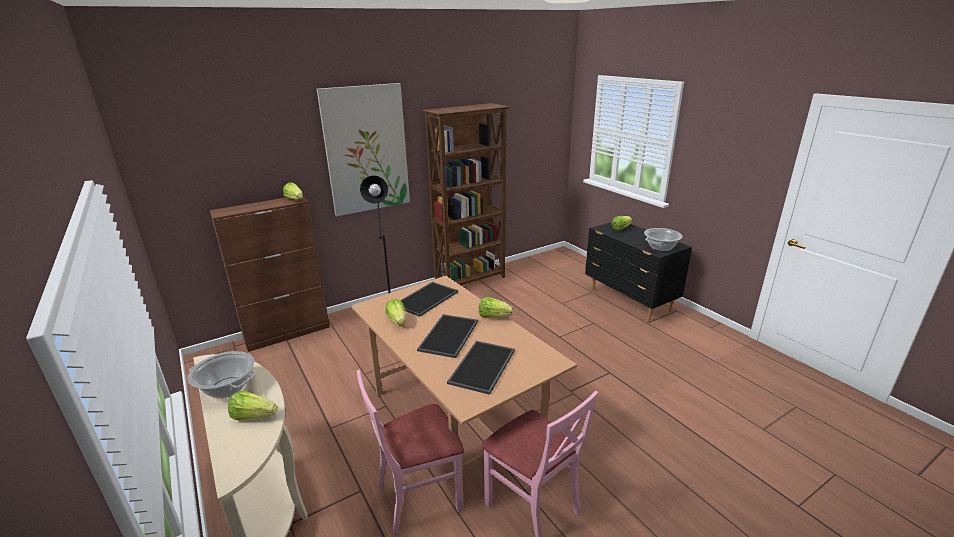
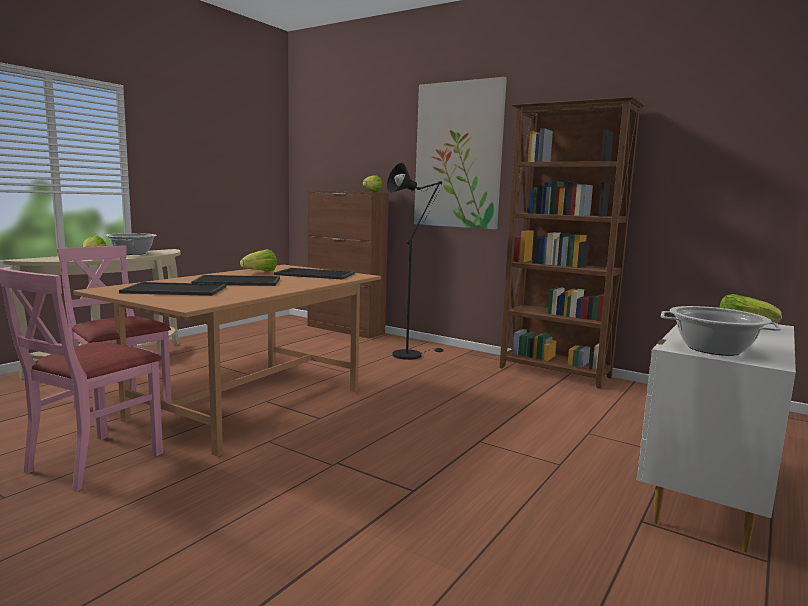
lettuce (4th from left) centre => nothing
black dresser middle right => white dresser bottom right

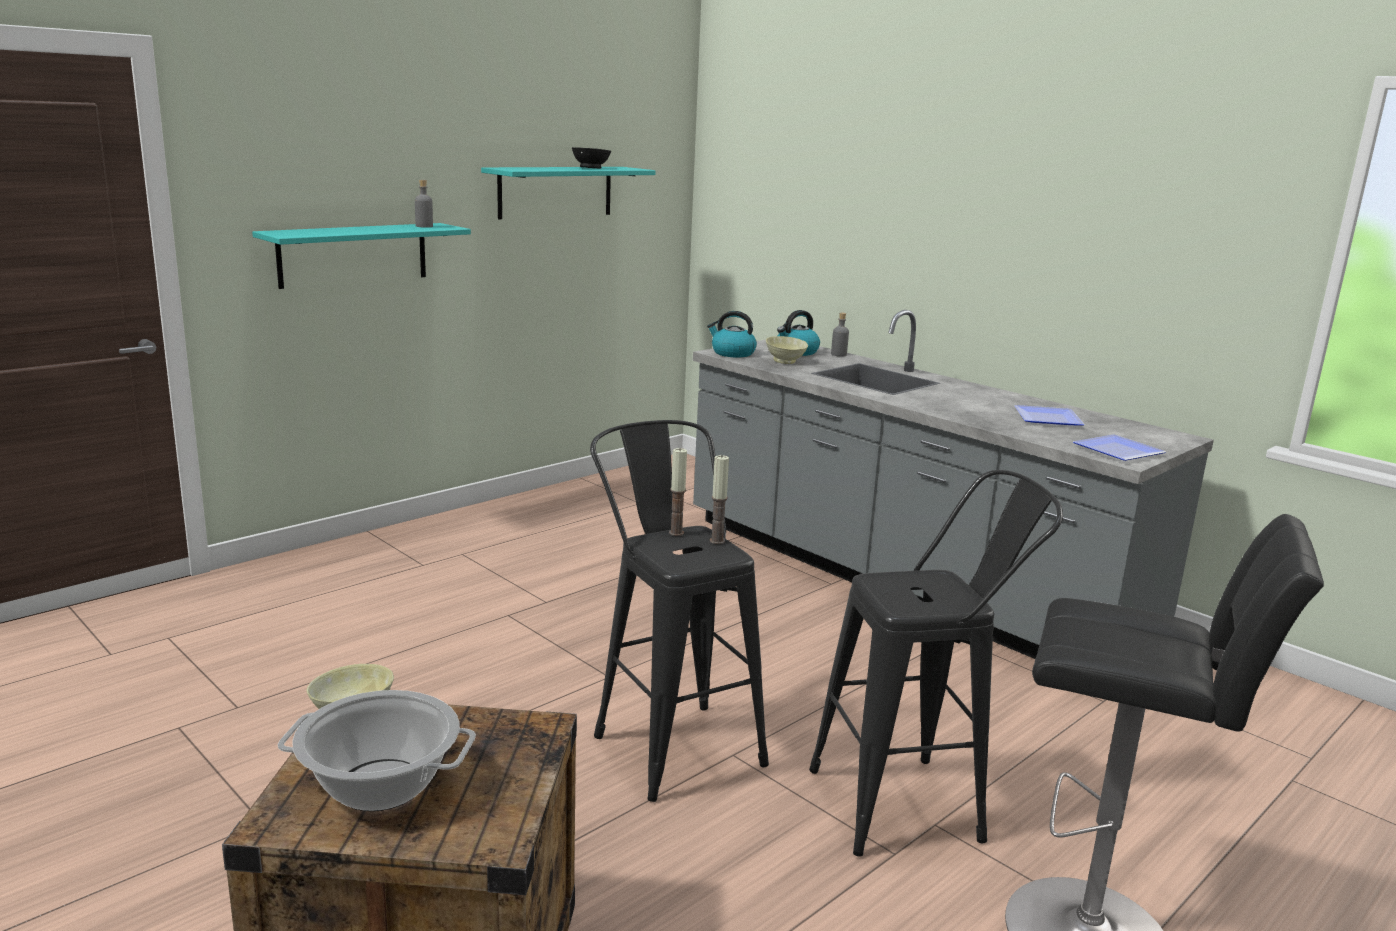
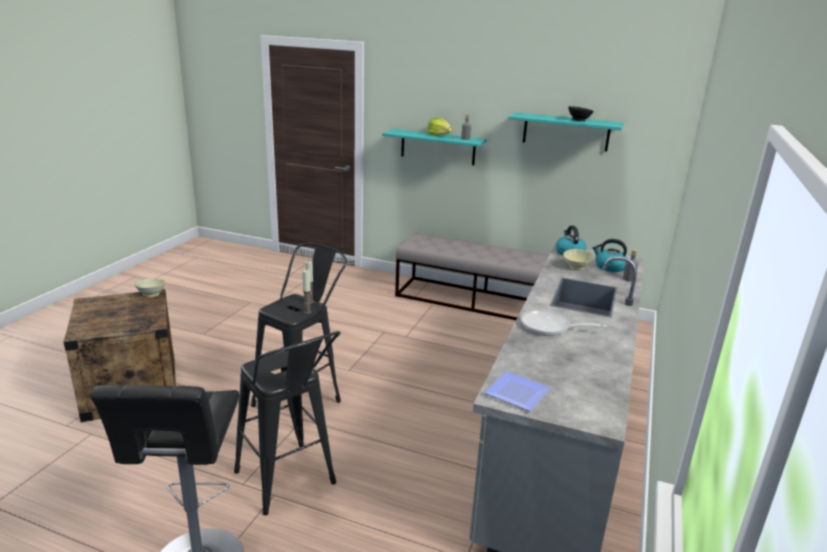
cooking pot bottom left => nothing
plate (1st from left) middle right => nothing
nothing => grey bench centre
nothing => lettuce top centre
nothing => frying pan middle right

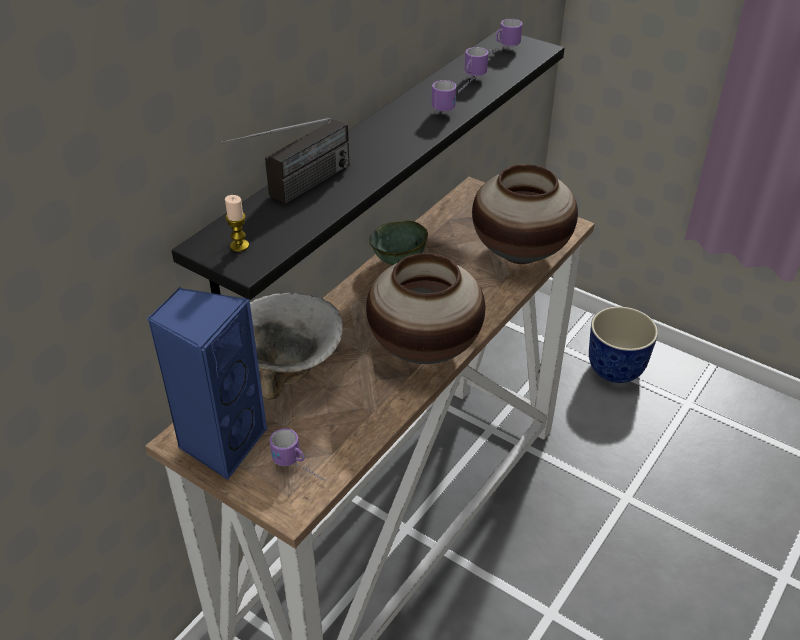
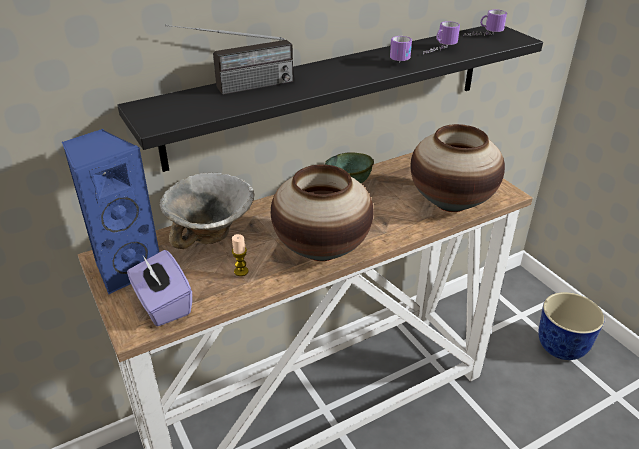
candle middle left => candle centre, move
mug (1st from left) bottom centre => purple tissue box middle left

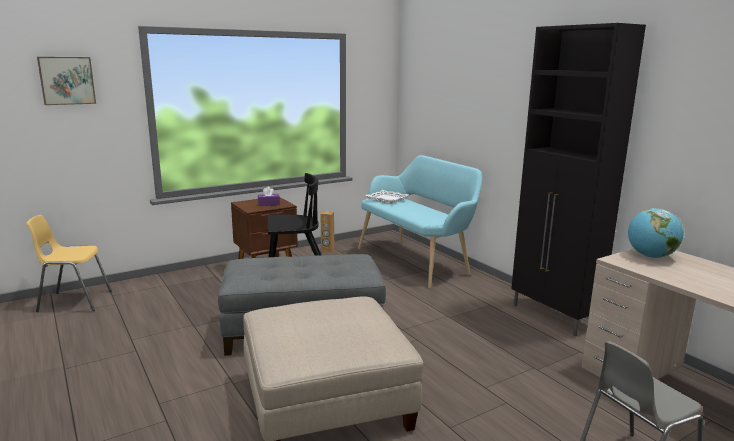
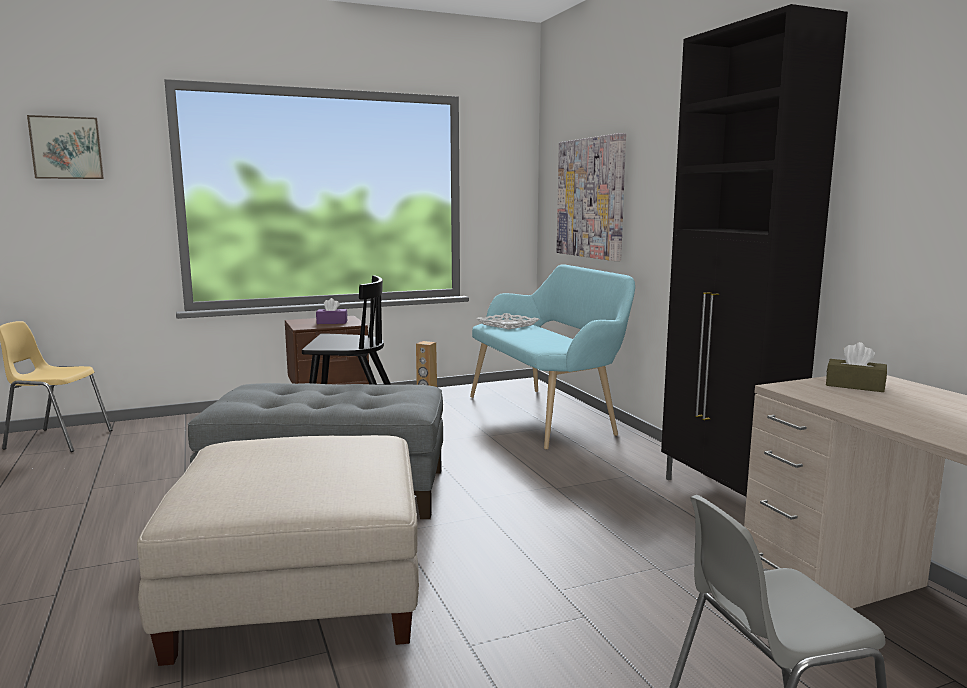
globe middle right => brown tissue box middle right
nothing => picture (2nd from left) top centre

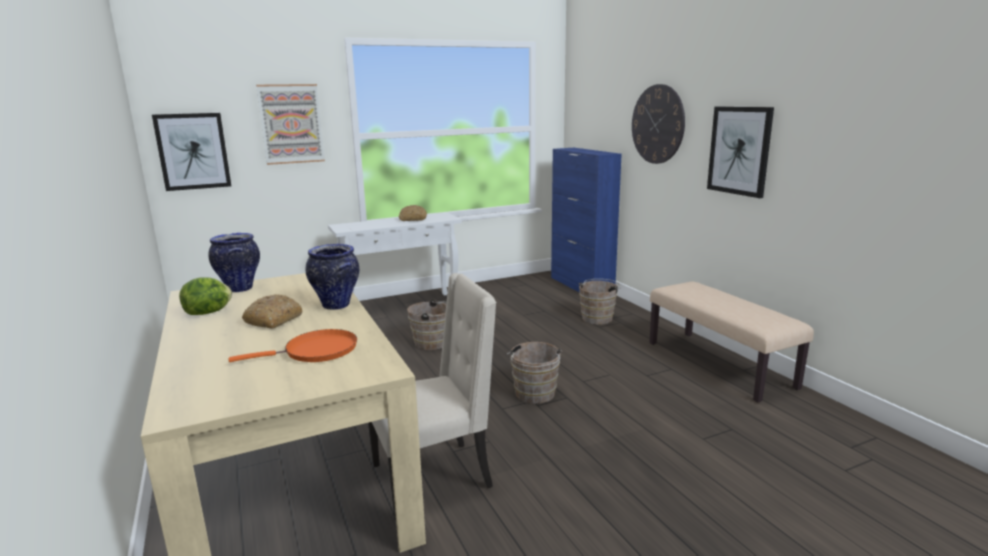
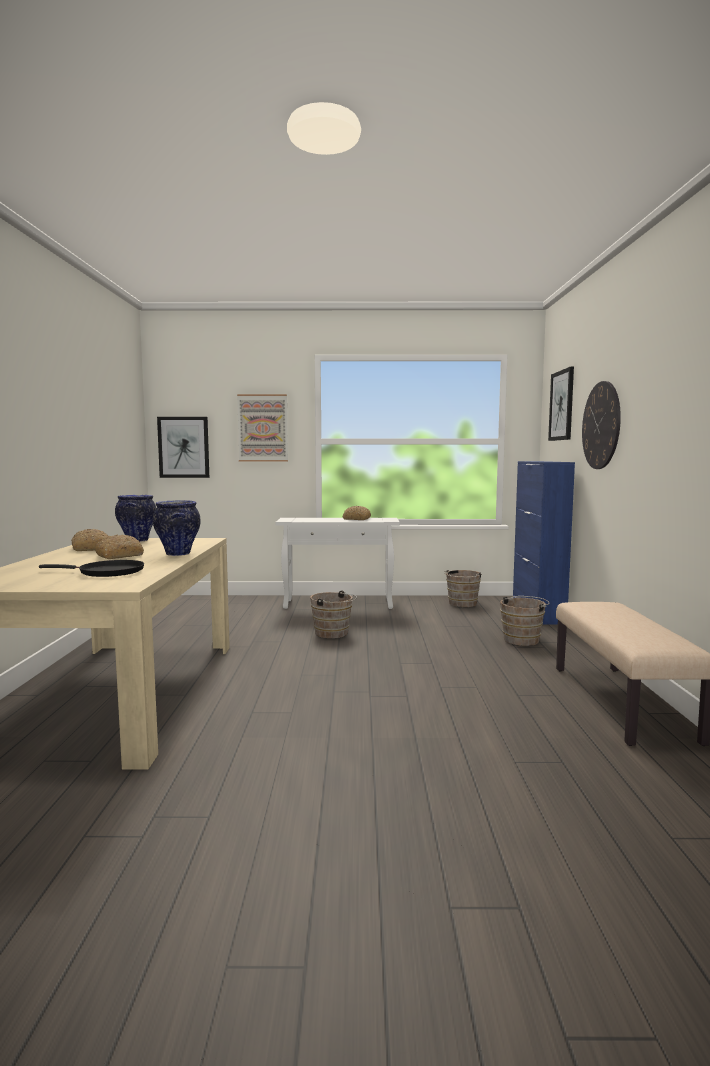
lettuce middle left => bread (1st from left) middle left
orange frying pan middle left => black frying pan middle left
beige chair bottom centre => nothing
brown bucket (2nd from left) bottom centre => brown bucket (2nd from left) centre, move
picture (3rd from left) top right => picture (3rd from left) middle right, move

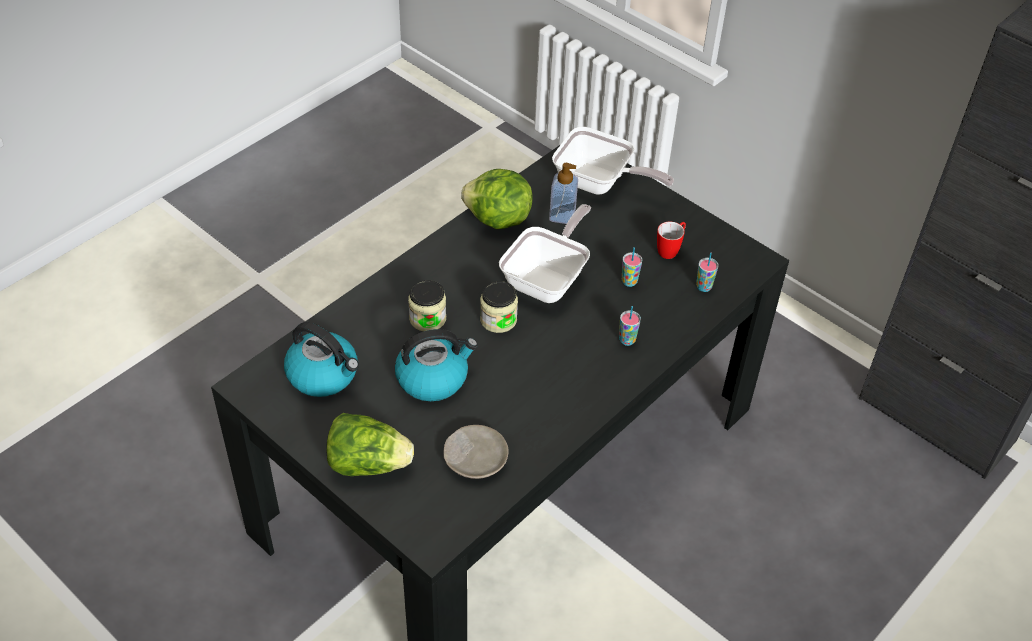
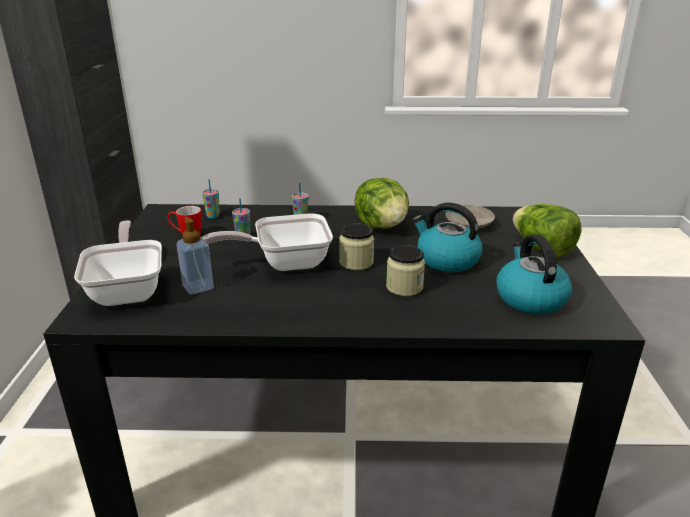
lettuce (2nd from left in the first image) top centre => lettuce (1st from left) centre, move

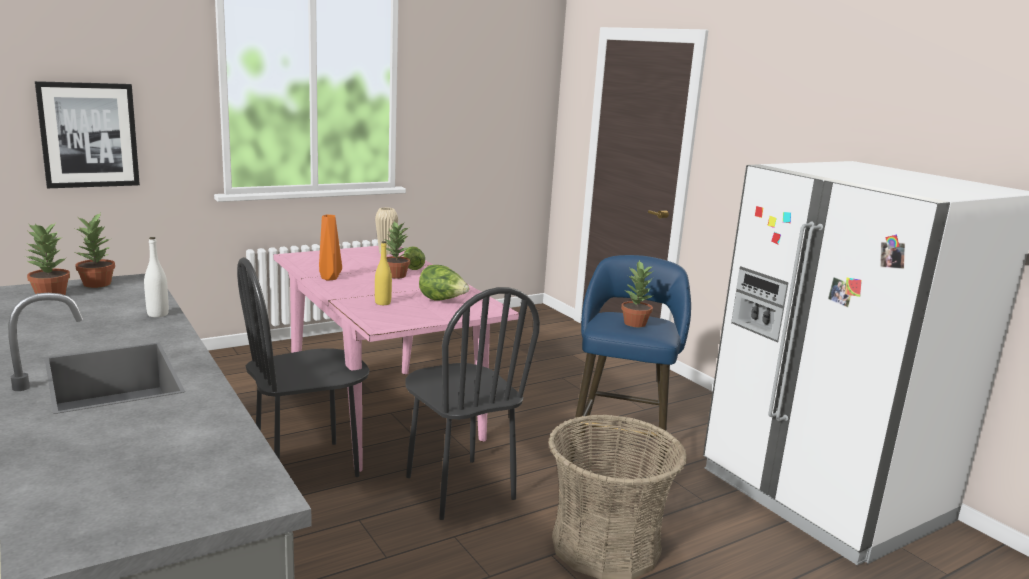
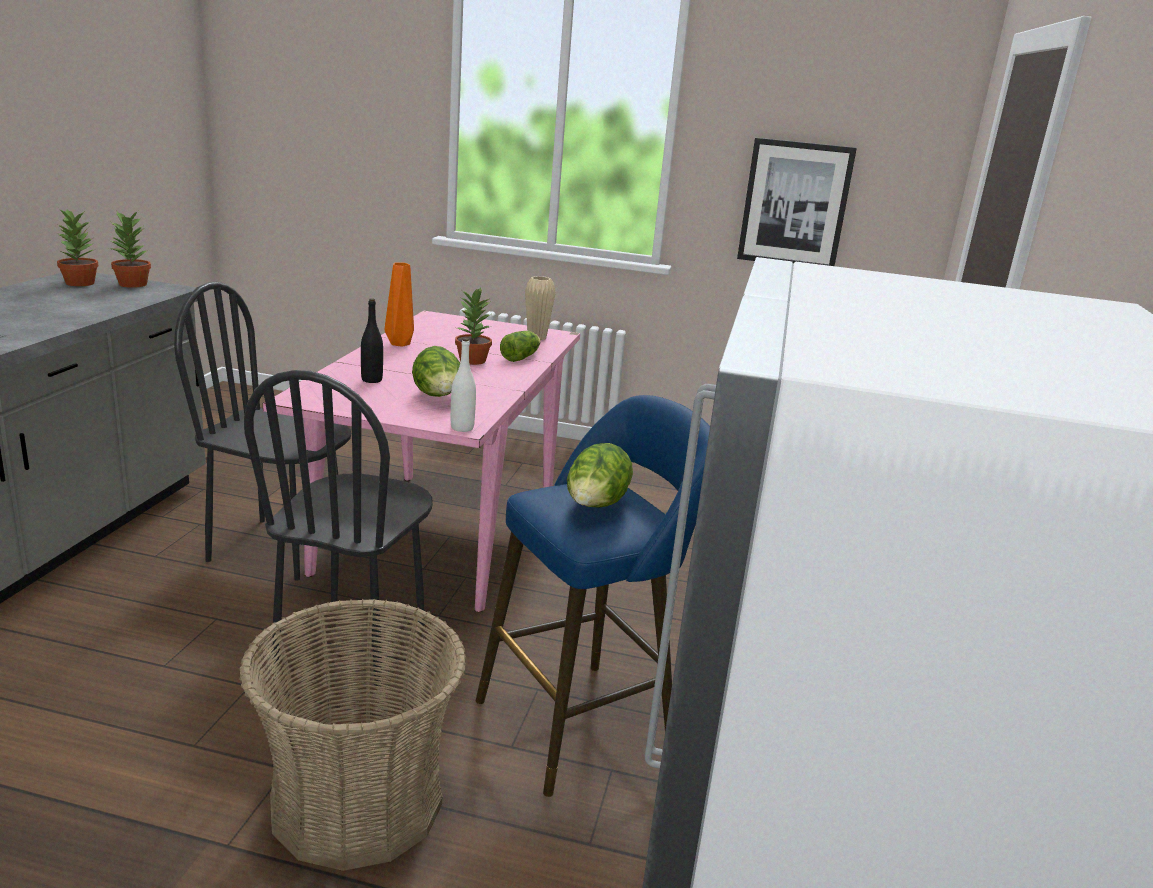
picture top left => picture top right, move
white bottle middle left => white bottle centre, move
yellow bottle centre => black bottle middle left
potted plant (4th from left) centre => lettuce (3rd from left) centre

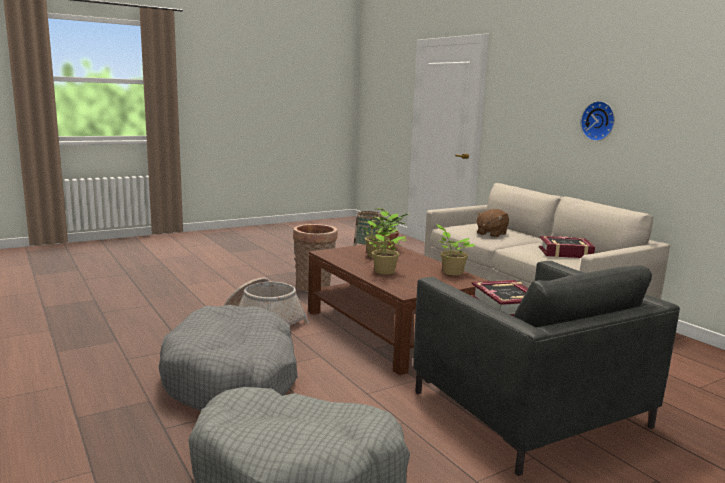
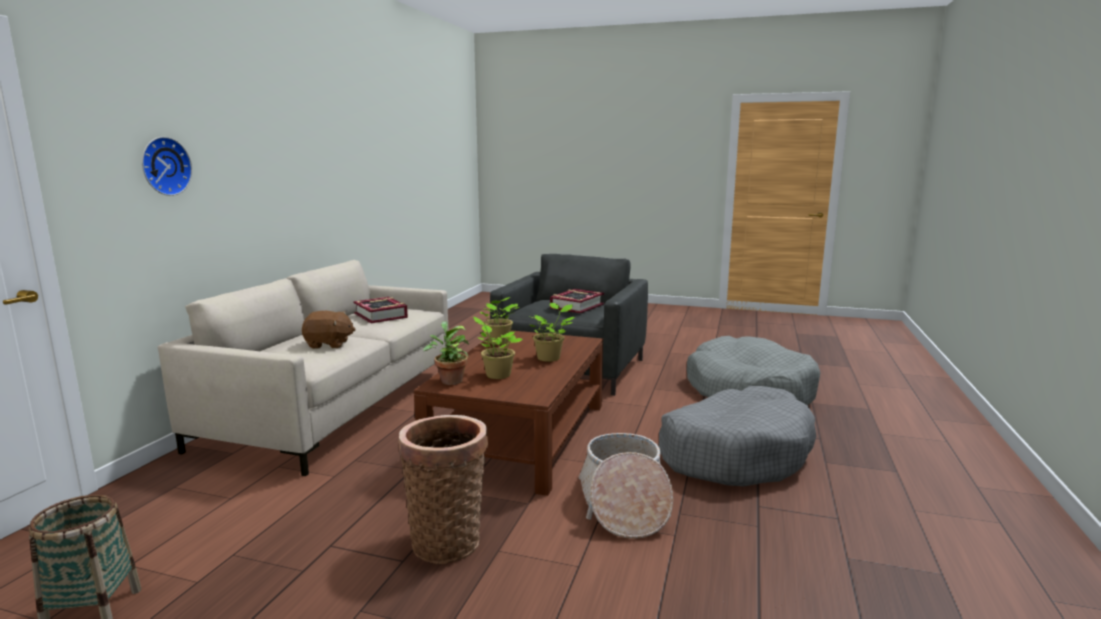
wall clock top right => wall clock top left, move

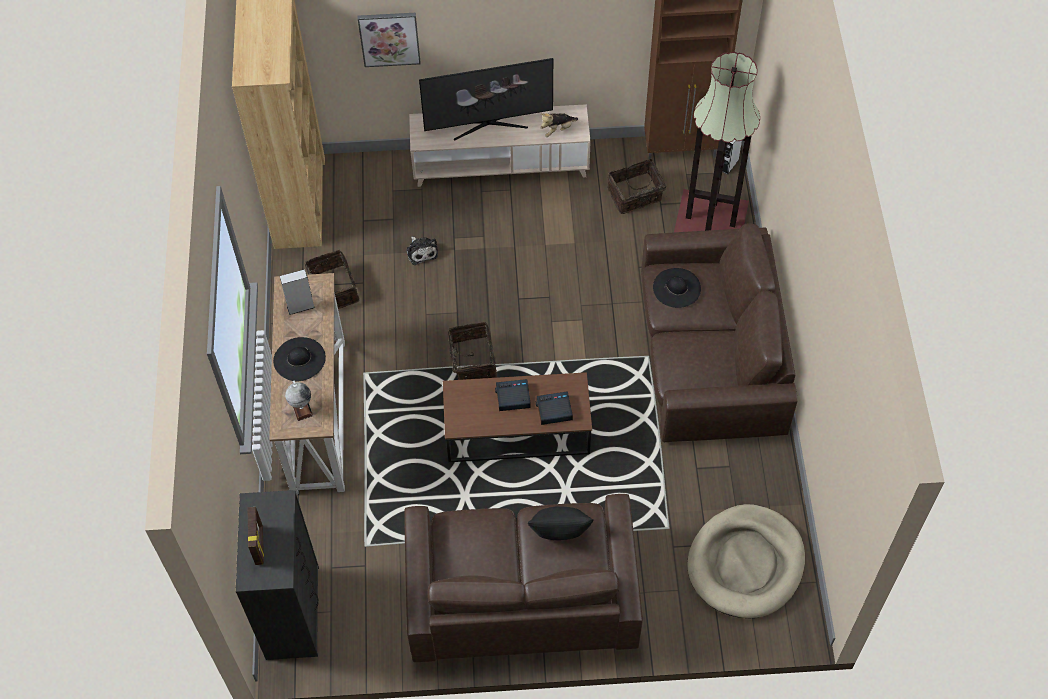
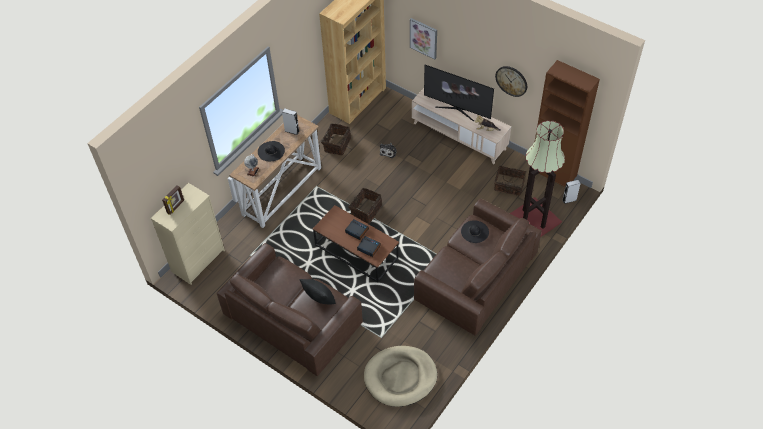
black dresser bottom left => beige dresser middle left
nothing => wall clock top right

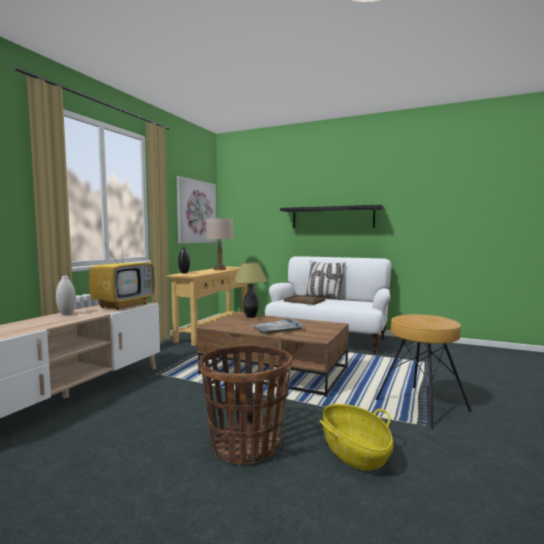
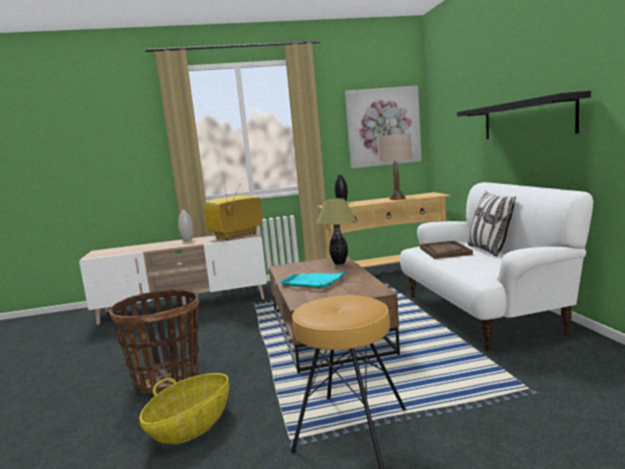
television middle left => television centre, 150 degrees clockwise
grey tray centre => turquoise tray centre

